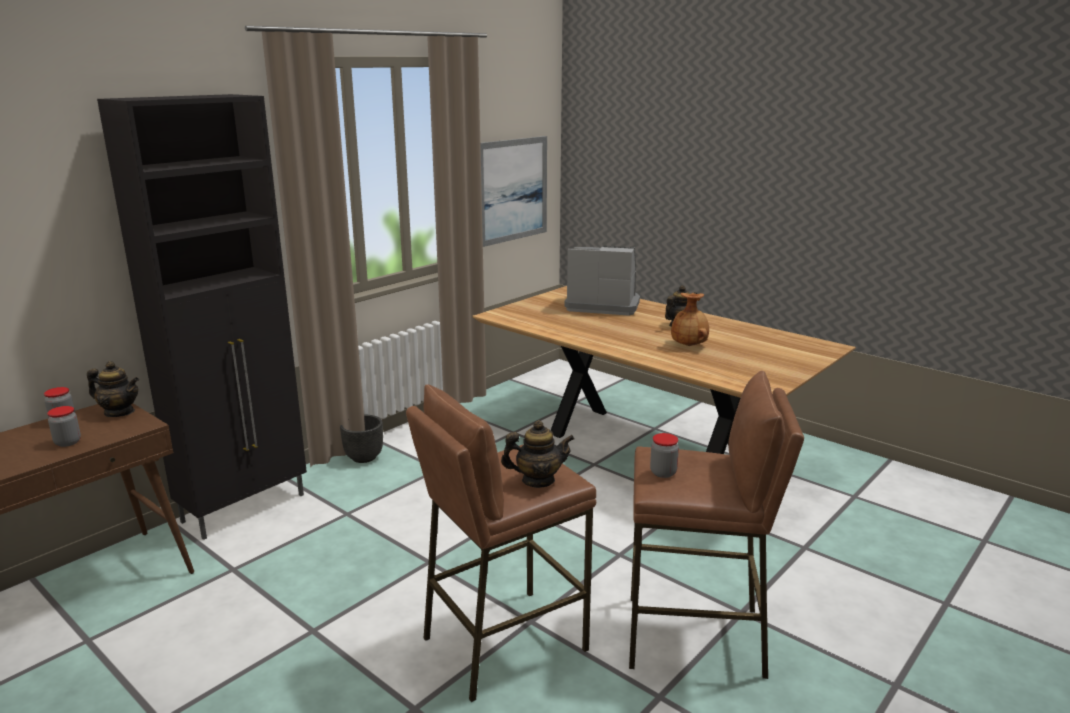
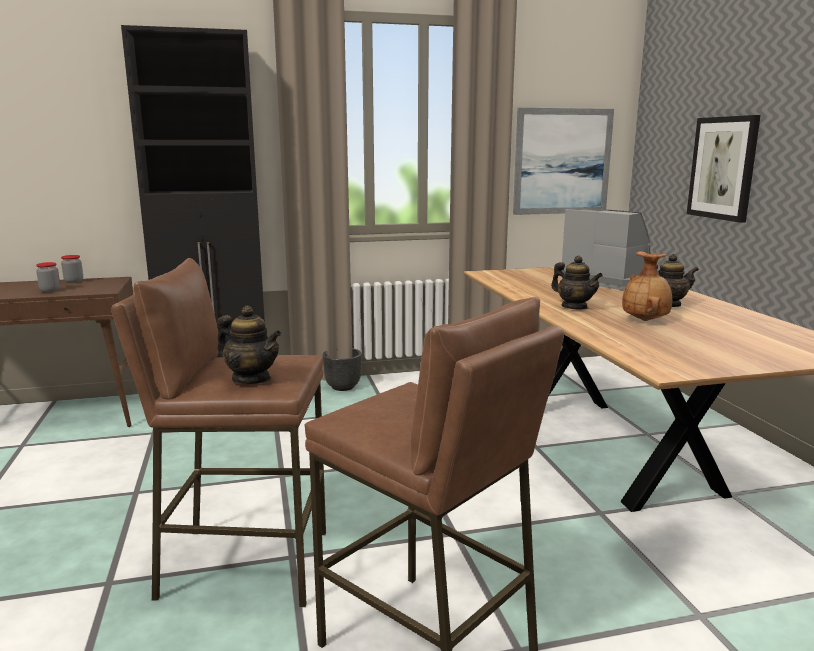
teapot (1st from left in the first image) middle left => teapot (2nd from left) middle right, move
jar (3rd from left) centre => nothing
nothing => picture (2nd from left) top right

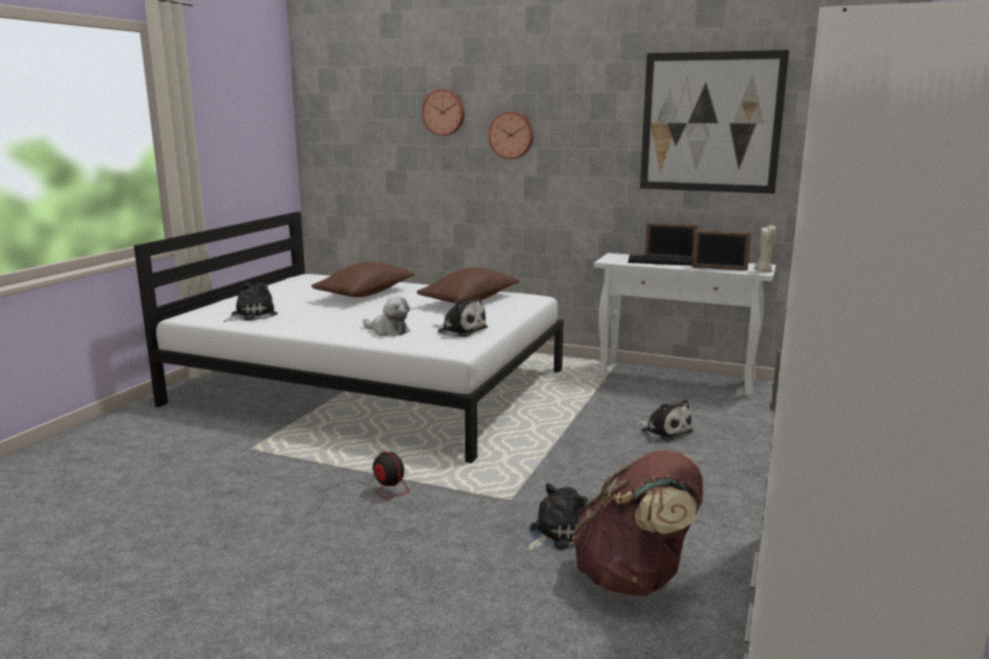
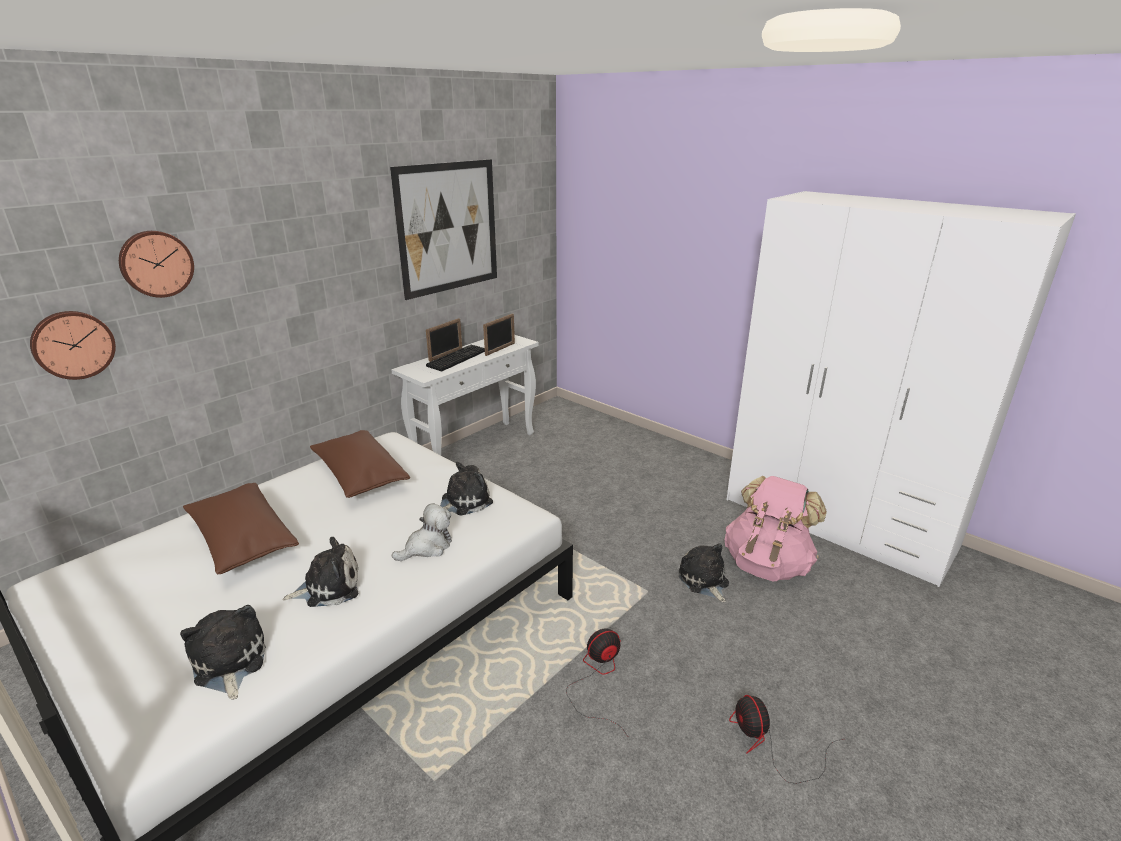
wall clock (2nd from left in the first image) top centre => wall clock (1st from left) middle left, move
brown backpack bottom centre => pink backpack middle right
plush toy (5th from left in the first image) middle right => plush toy (2nd from left) bottom left, move
beige candle middle right => nothing
nothing => fan (2nd from left) bottom right

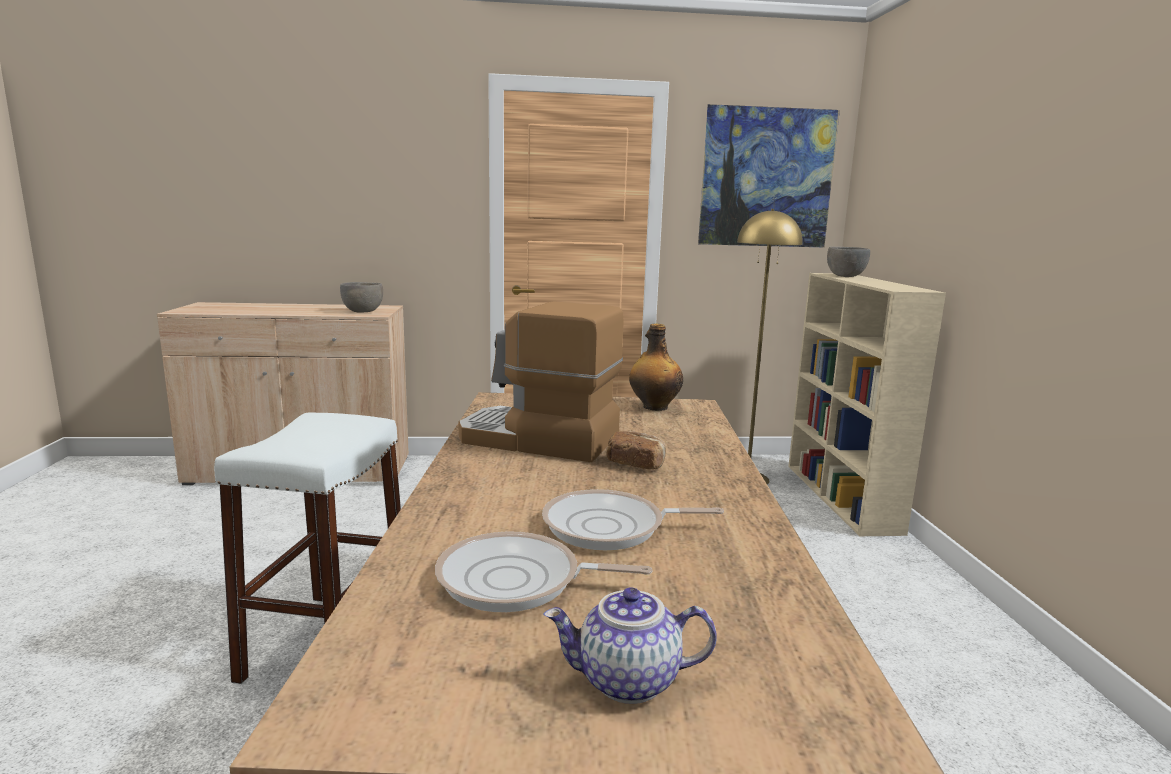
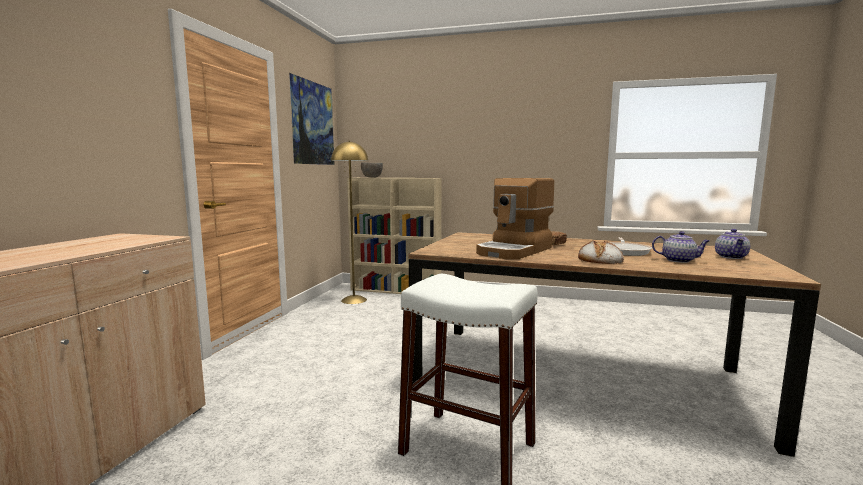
grey bowl (1st from left) middle left => nothing
frying pan (1st from left) bottom centre => teapot (1st from left) middle right
bottle centre => nothing
nothing => bread (2nd from left) middle right

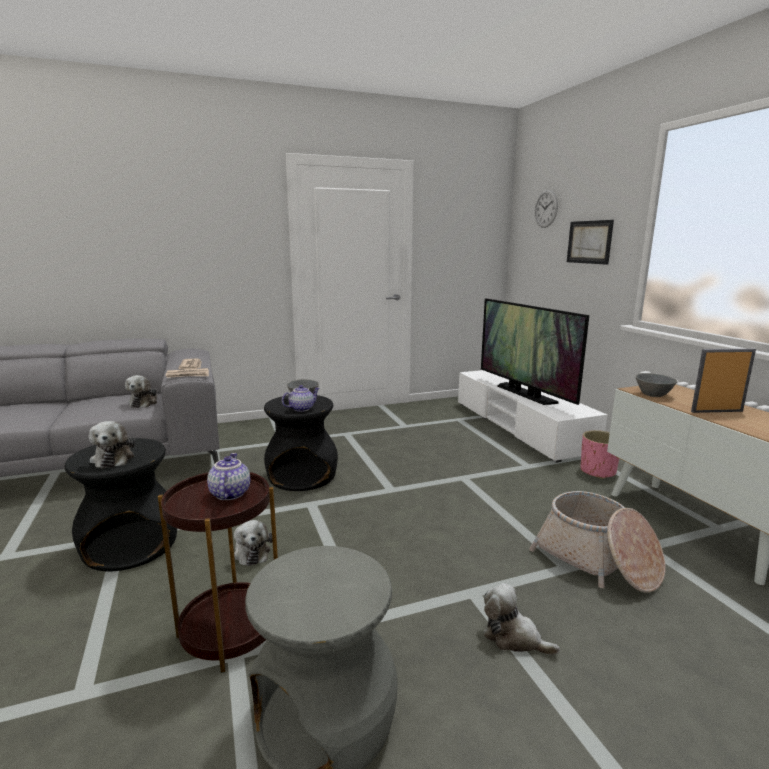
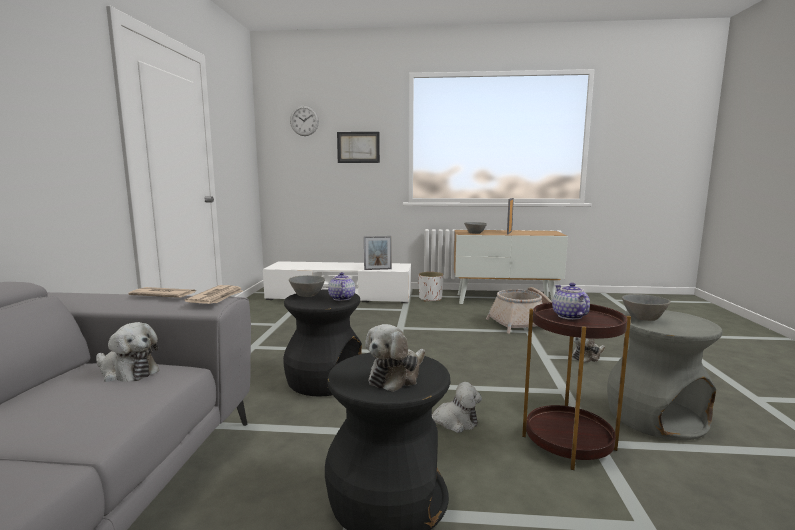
plush toy (1st from left in the first image) middle left => plush toy (2nd from left) bottom centre, 120 degrees clockwise
teapot (1st from left in the first image) middle left => teapot (2nd from left) middle right, 60 degrees clockwise
television middle right => nothing
pink planter middle right => white planter centre
nothing => picture frame (1st from left) centre
nothing => grey bowl (3rd from left) middle right

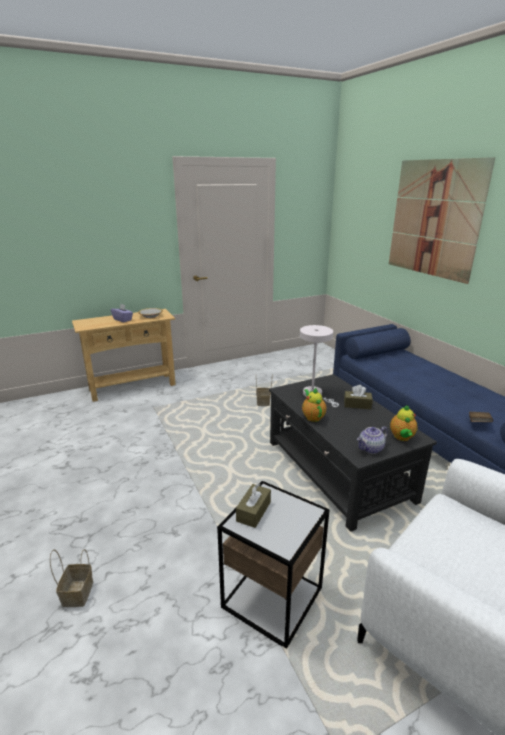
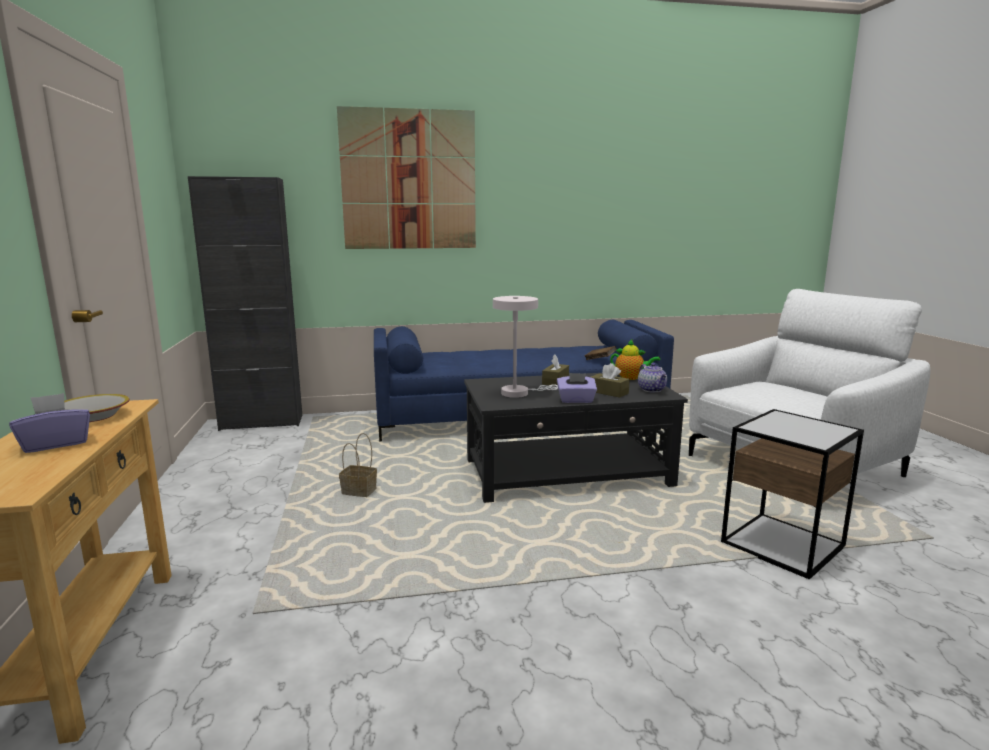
basket (1st from left) bottom left => nothing
brown tissue box (1st from left in the first image) bottom centre => brown tissue box (2nd from left) centre, move
teapot (1st from left) centre => purple tissue box (2nd from left) centre
nothing => black cabinet middle left

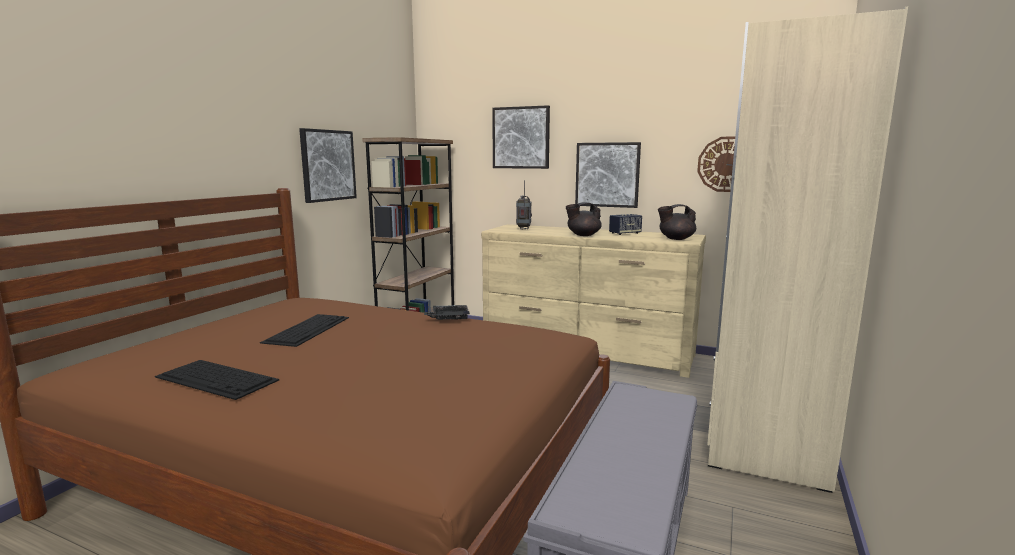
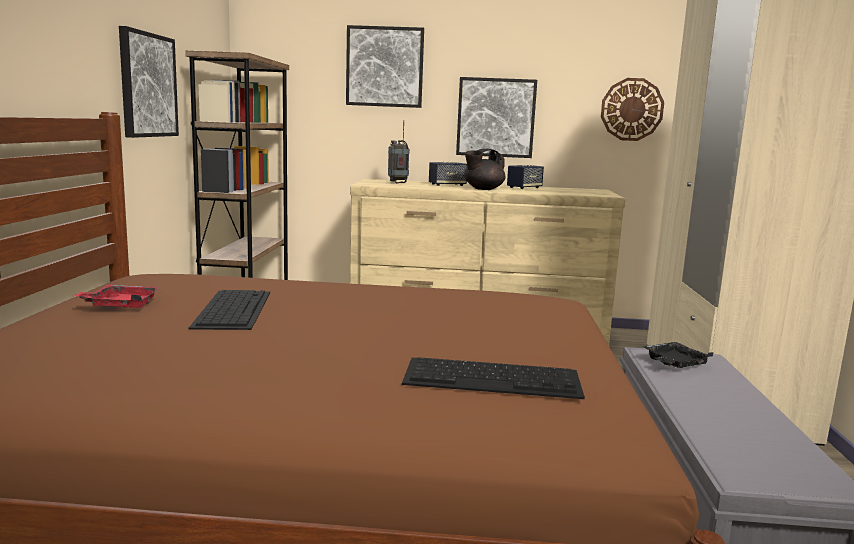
keyboard (1st from left in the first image) bottom left => keyboard (2nd from left) bottom centre, move
black tray centre => black tray middle right, move
black teapot (2nd from left) middle right => nothing
nothing => red tray middle left
nothing => speaker (1st from left) top centre

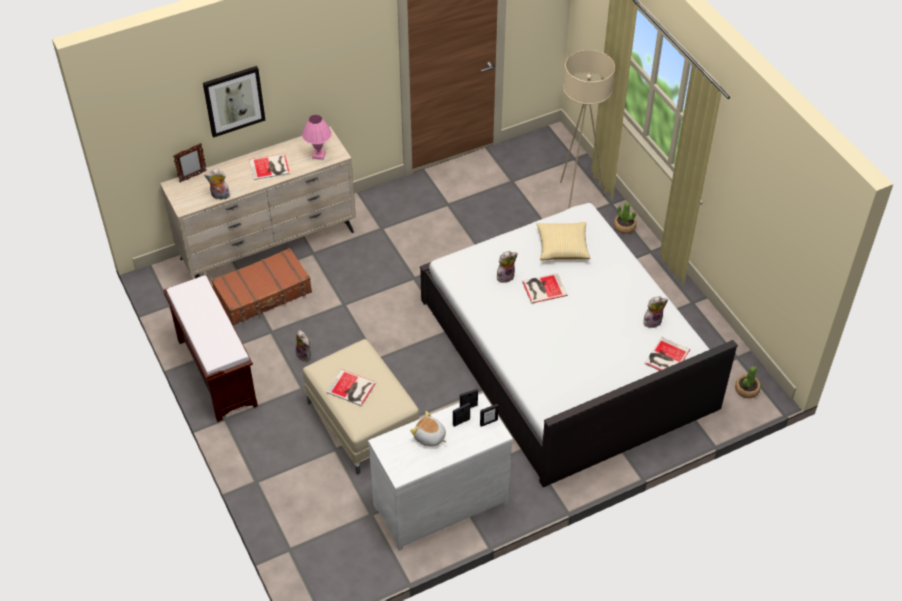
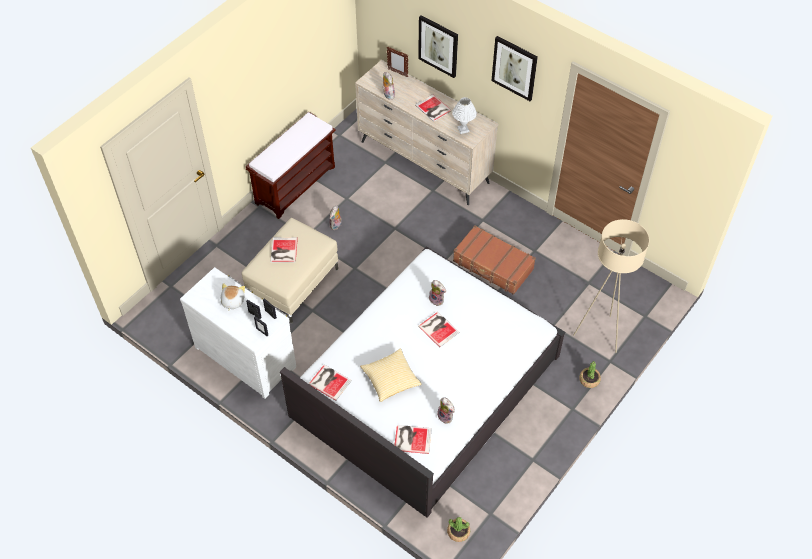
brown suitcase middle left => brown suitcase centre, move
pink table lamp top centre => white table lamp top centre
pillow centre => pillow bottom centre, move
nothing => book (2nd from left) bottom centre
nothing => picture (2nd from left) top centre

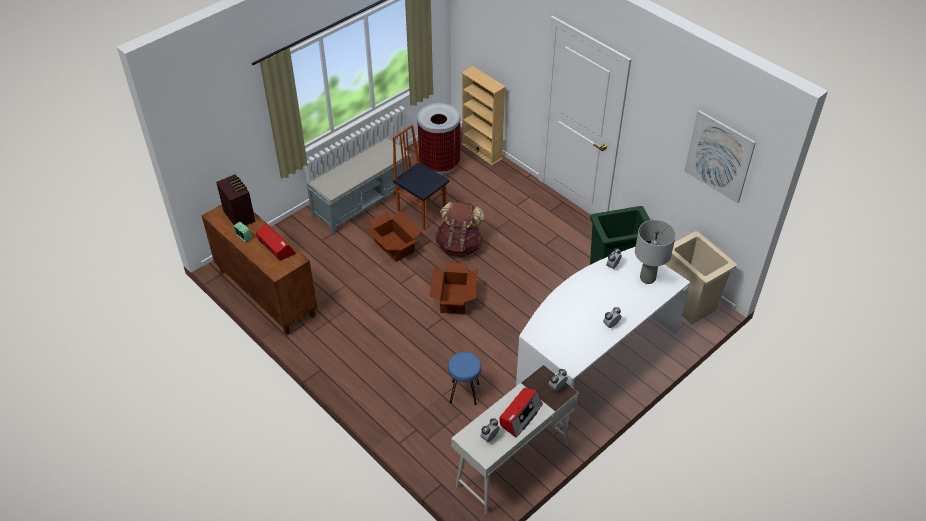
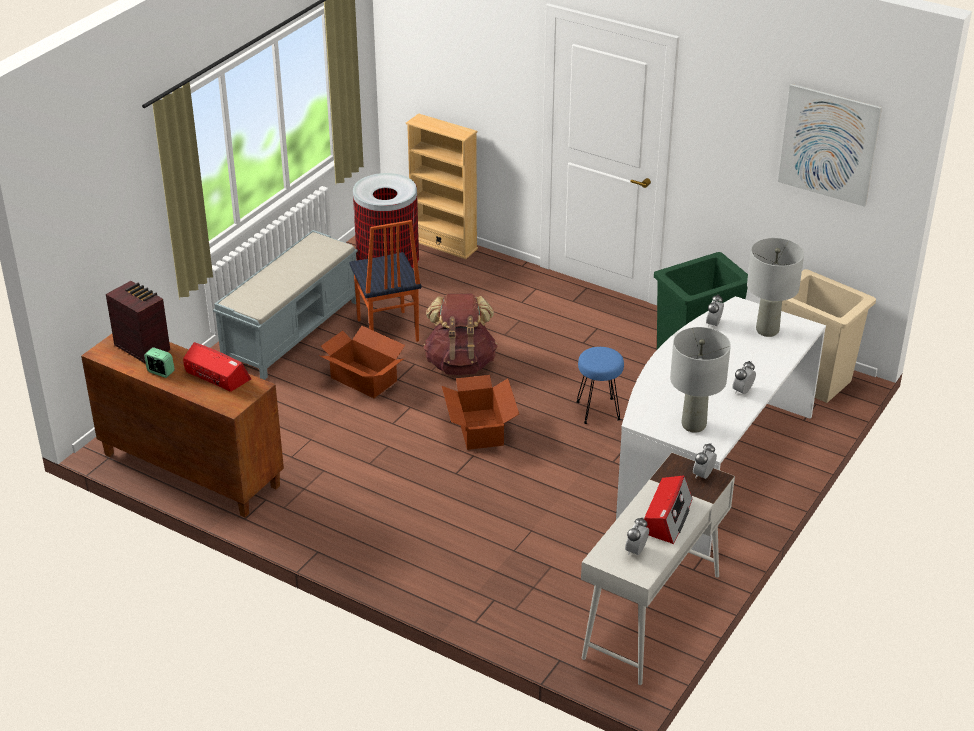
chair centre, 135 degrees counterclockwise
blue stool bottom centre => blue stool centre, move
nothing => grey table lamp (1st from left) middle right

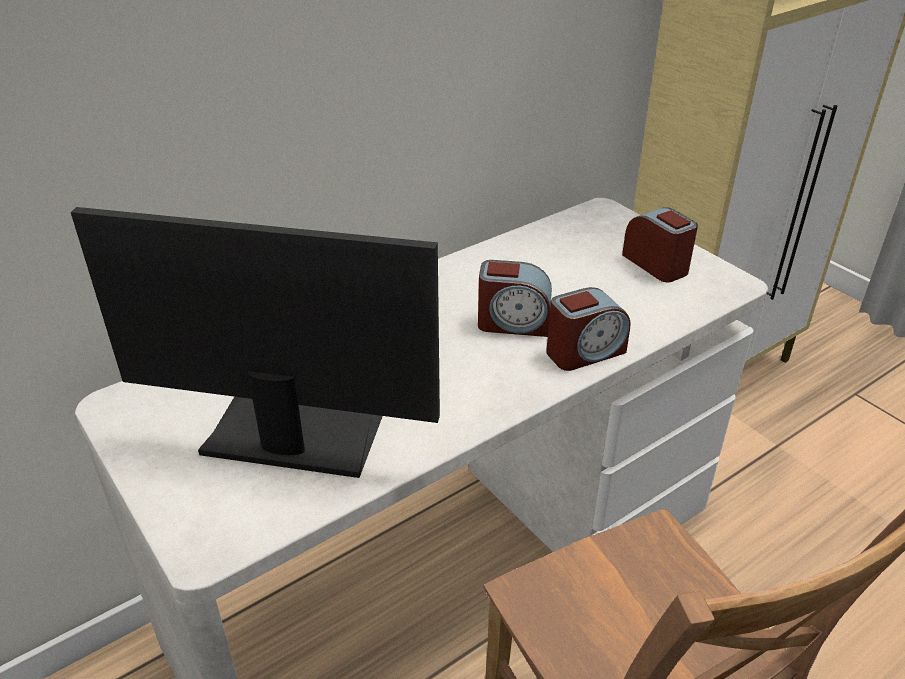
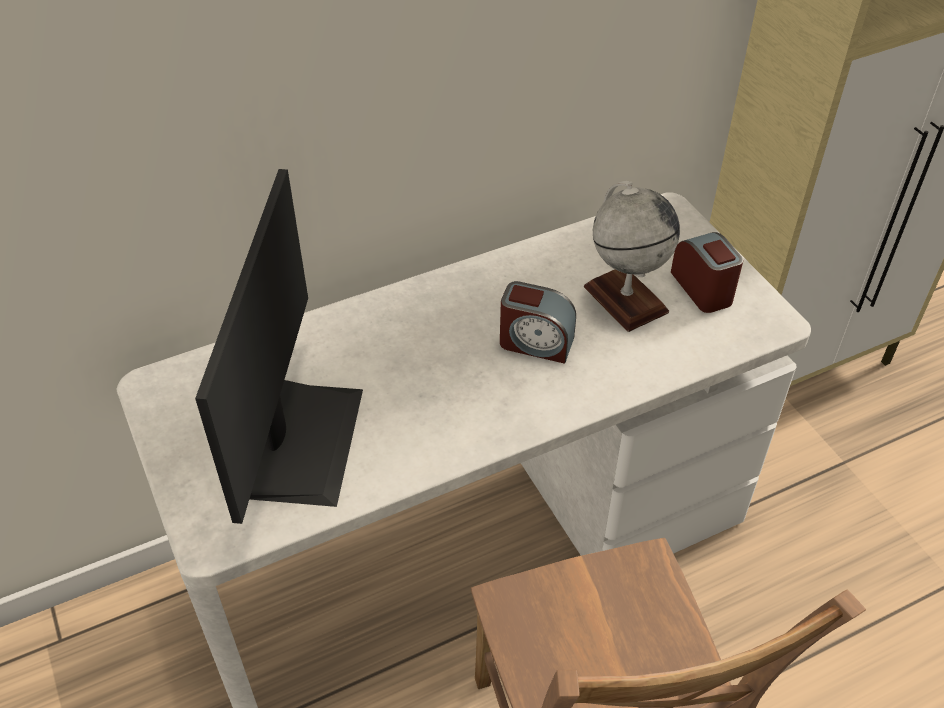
monitor middle left, 75 degrees clockwise
alarm clock (2nd from left) centre => nothing
nothing => globe middle right

